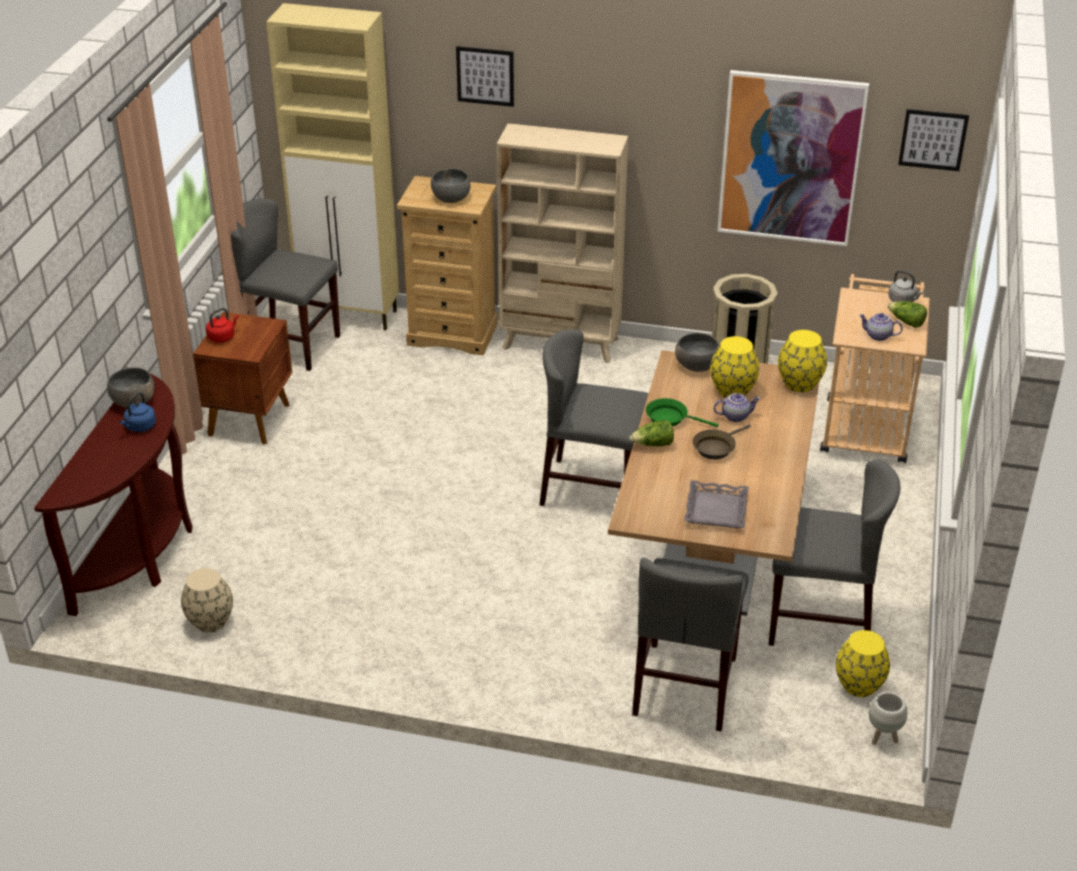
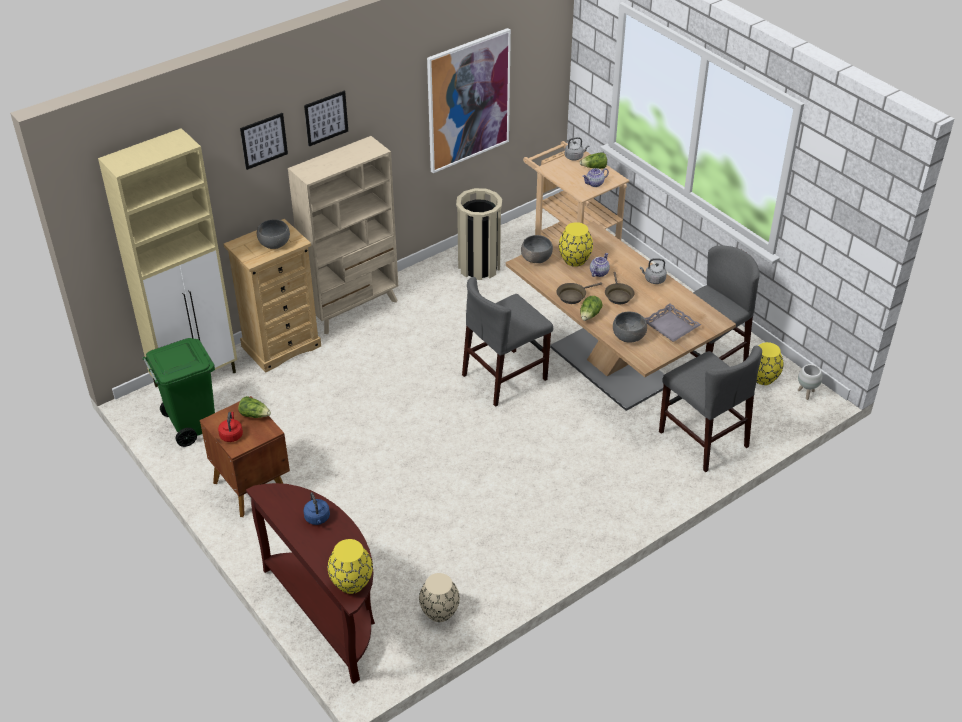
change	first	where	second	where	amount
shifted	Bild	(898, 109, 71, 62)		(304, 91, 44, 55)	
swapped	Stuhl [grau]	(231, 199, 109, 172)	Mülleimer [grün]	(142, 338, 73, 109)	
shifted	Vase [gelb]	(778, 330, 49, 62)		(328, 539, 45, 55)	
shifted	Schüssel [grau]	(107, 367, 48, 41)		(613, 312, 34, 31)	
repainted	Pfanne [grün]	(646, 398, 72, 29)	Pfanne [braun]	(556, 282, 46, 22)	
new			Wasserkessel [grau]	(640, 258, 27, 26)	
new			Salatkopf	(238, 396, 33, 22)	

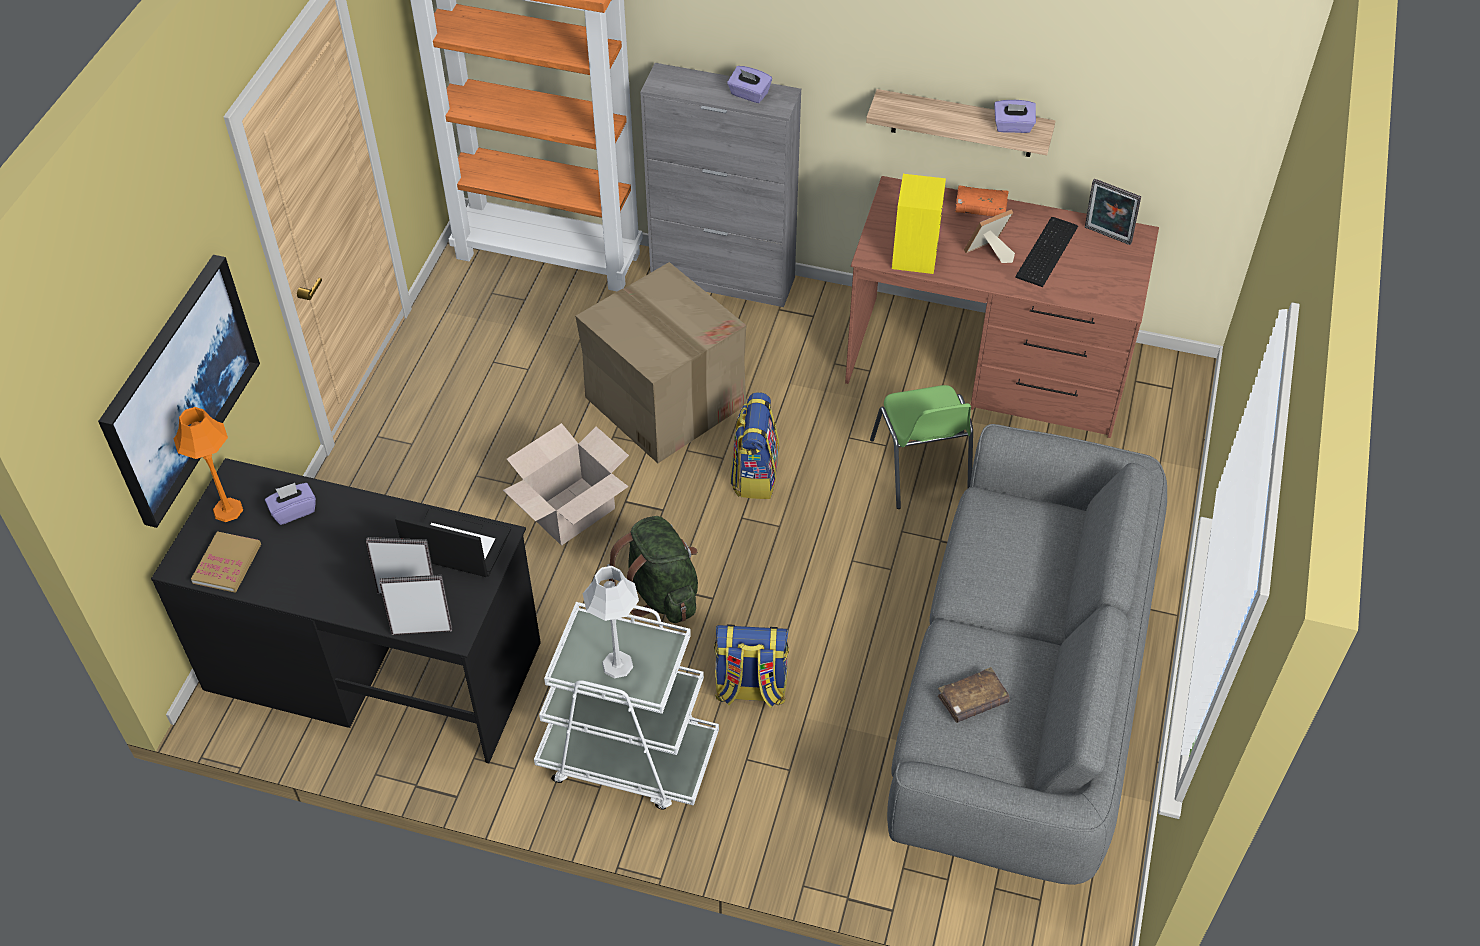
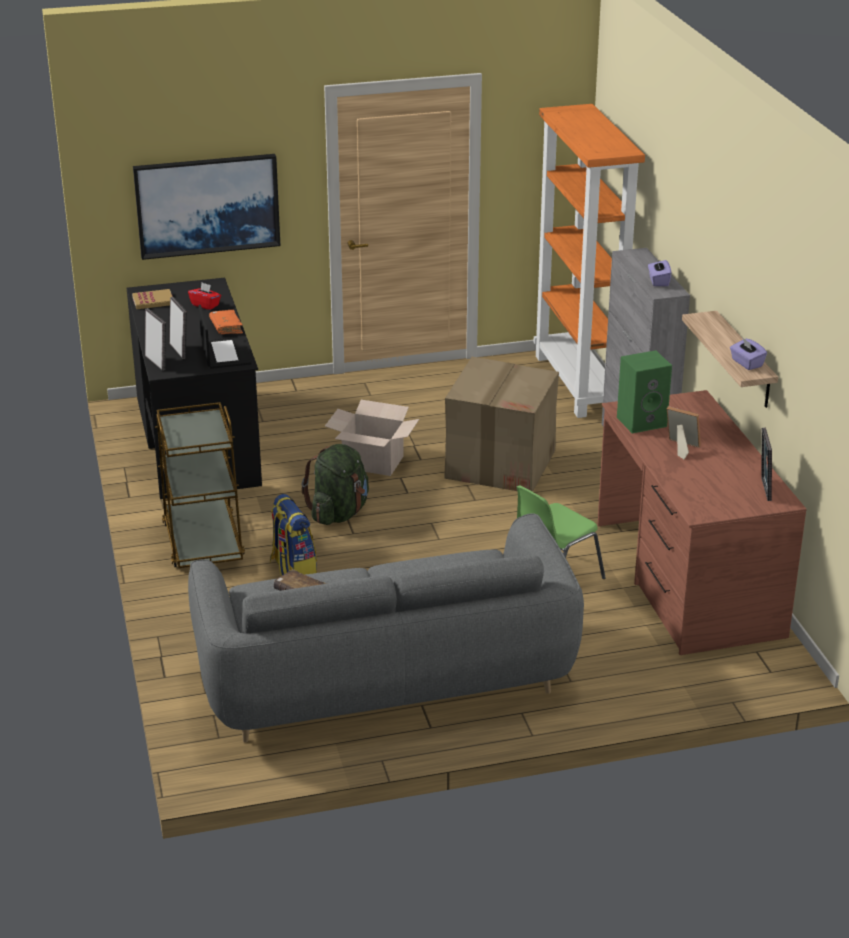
change	first	where	second	where	amount
repainted	Lautsprecher [gelb]	(892, 174, 54, 100)	Lautsprecher [grün]	(617, 350, 55, 83)	
shifted	Buch [orange]	(955, 185, 54, 31)		(209, 310, 34, 24)	
gone	Tastatur	(1015, 217, 63, 70)			
gone	Rucksack	(730, 392, 49, 107)			
gone	Tischlampe [orange]	(173, 407, 70, 115)			
repainted	Taschentuchbox [lila]	(265, 483, 51, 42)	Taschentuchbox [rot]	(188, 283, 33, 27)	
gone	Tischlampe [grau]	(583, 566, 56, 112)			
repainted	Rollwagen [weiß]	(534, 602, 185, 208)	Rollwagen [braun]	(155, 402, 90, 166)	

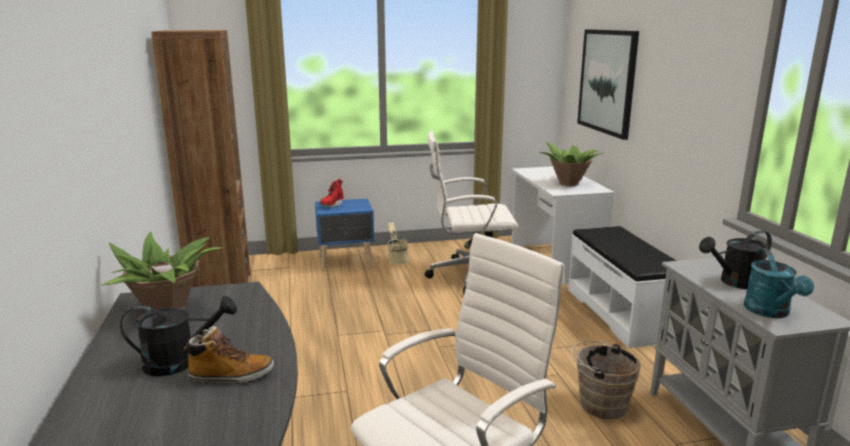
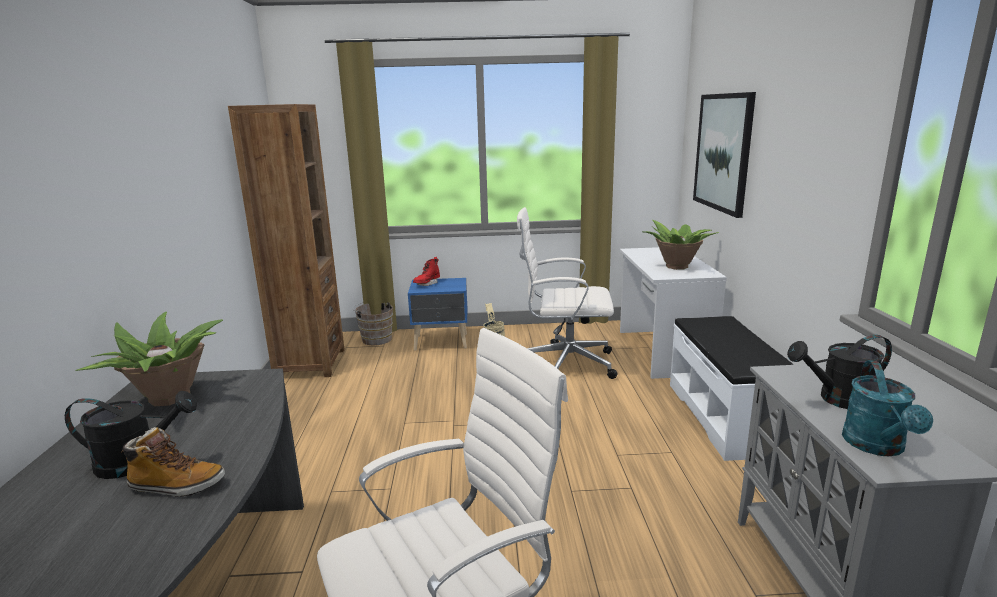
change	first	where	second	where	amount
shifted	Eimer [braun]	(571, 341, 70, 78)		(352, 302, 41, 43)	

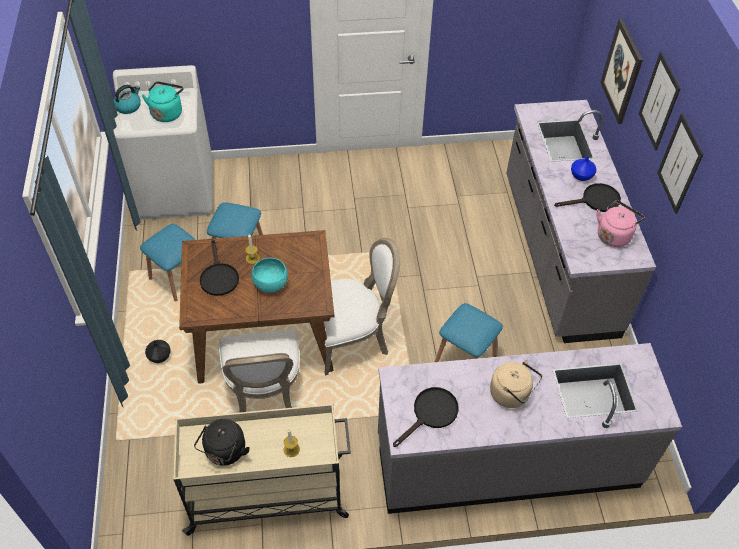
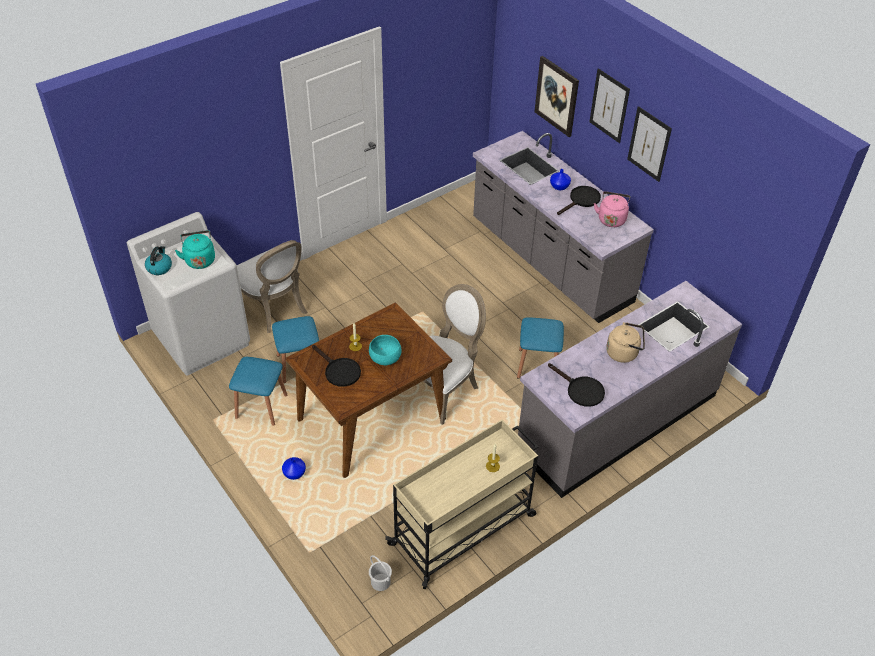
change	first	where	second	where	amount
shifted	Stuhl [weiß]	(219, 329, 80, 83)		(237, 240, 70, 93)	
repainted	Vase [schwarz]	(145, 340, 26, 23)	Vase [blau]	(282, 457, 24, 23)	
rotated	Pfanne [schwarz]	(393, 387, 66, 60)		(548, 363, 57, 44)	120 degrees clockwise
gone	Wasserkessel [schwarz]	(194, 419, 56, 47)			
new			Eimer [weiß]	(369, 555, 23, 36)	

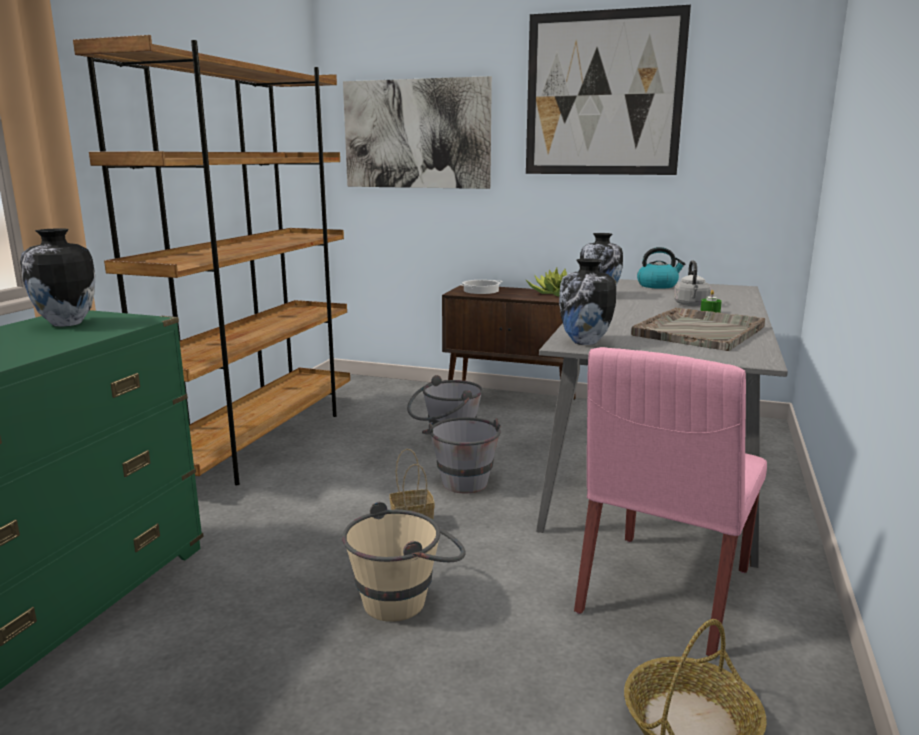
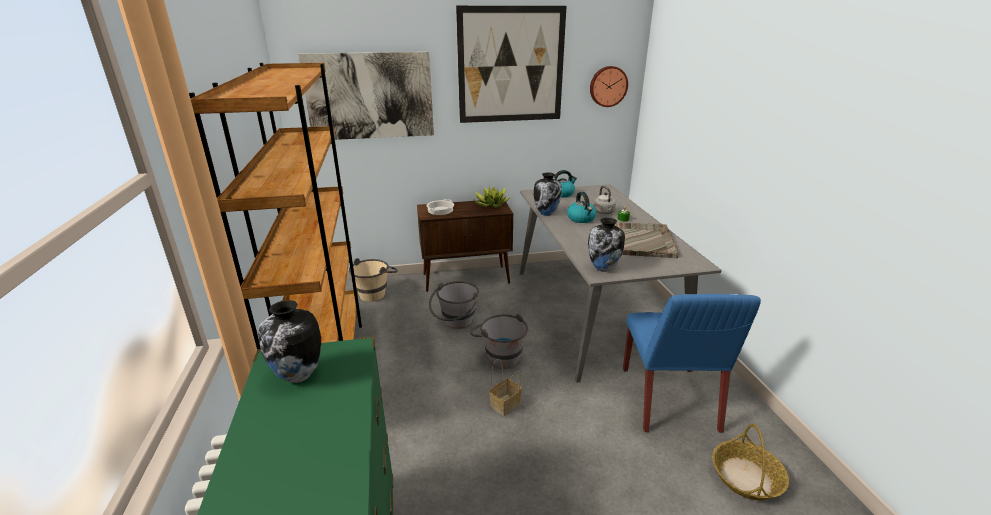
change	first	where	second	where	amount
repainted	Stuhl [rosa]	(574, 347, 193, 309)	Stuhl [blau]	(623, 294, 138, 139)	
shifted	Eimer [beige]	(342, 502, 123, 120)		(349, 258, 49, 44)	
new			Wanduhr	(590, 66, 38, 41)	
new			Wasserkessel	(567, 192, 30, 31)	

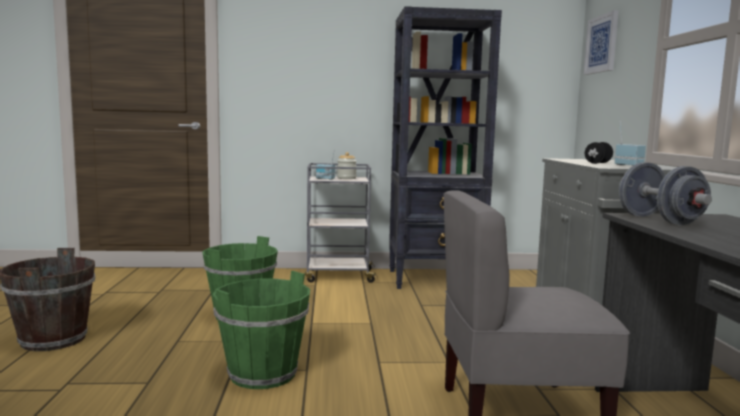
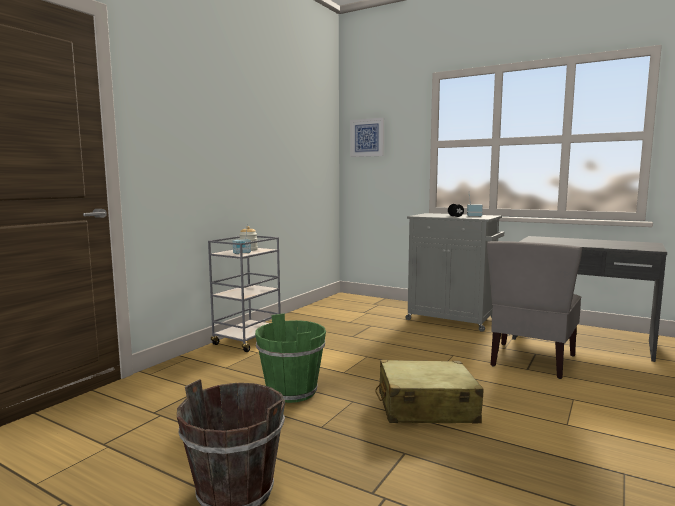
change	first	where	second	where	amount
gone	Bücherregal [schwarz]	(389, 6, 113, 283)			
gone	Hantel [grau]	(619, 162, 93, 63)			
swapped	Eimer [grün]	(212, 271, 98, 118)	Koffer [beige]	(375, 360, 108, 63)	

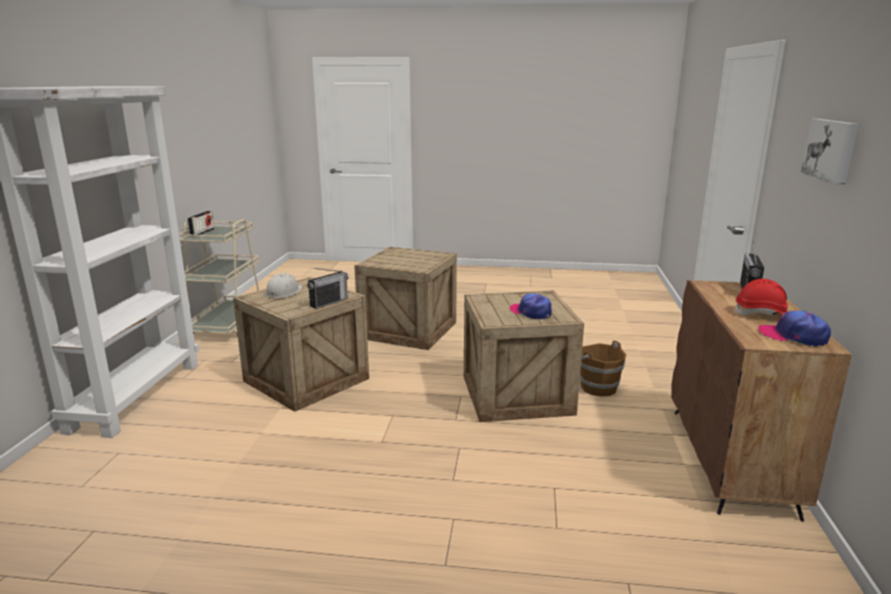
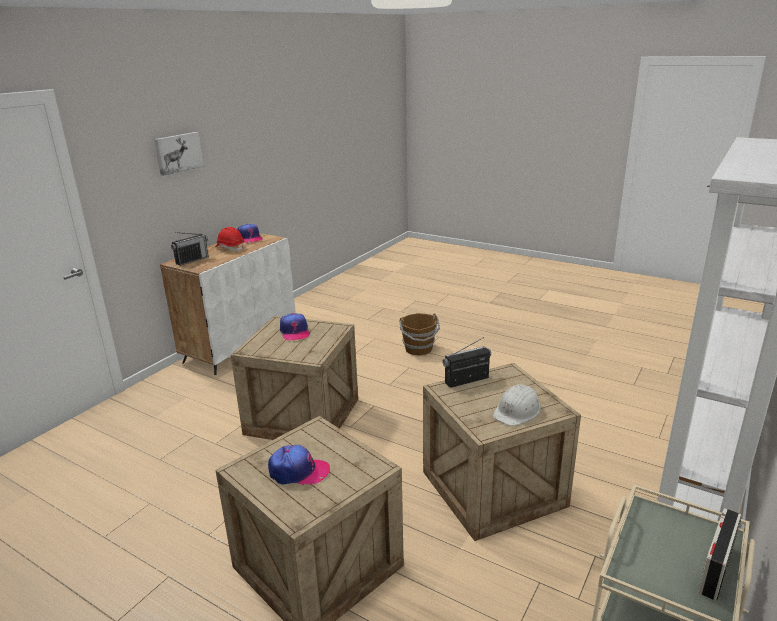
change	first	where	second	where	amount
repainted	Schrank [braun]	(671, 280, 181, 242)	Schrank [weiß]	(160, 233, 135, 142)	
shifted	Eimer [braun]	(580, 341, 47, 56)		(399, 313, 41, 42)	
new			Kappe	(268, 445, 62, 40)	

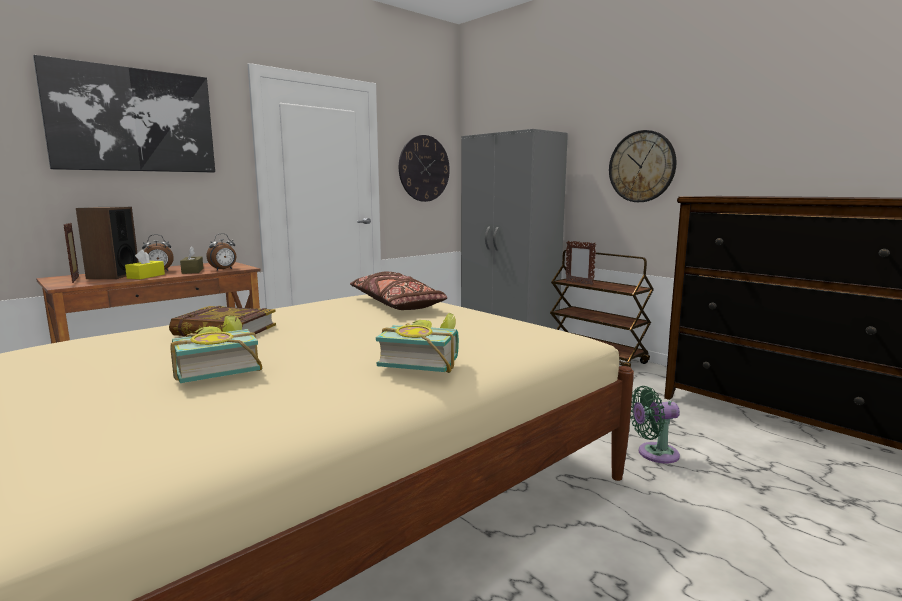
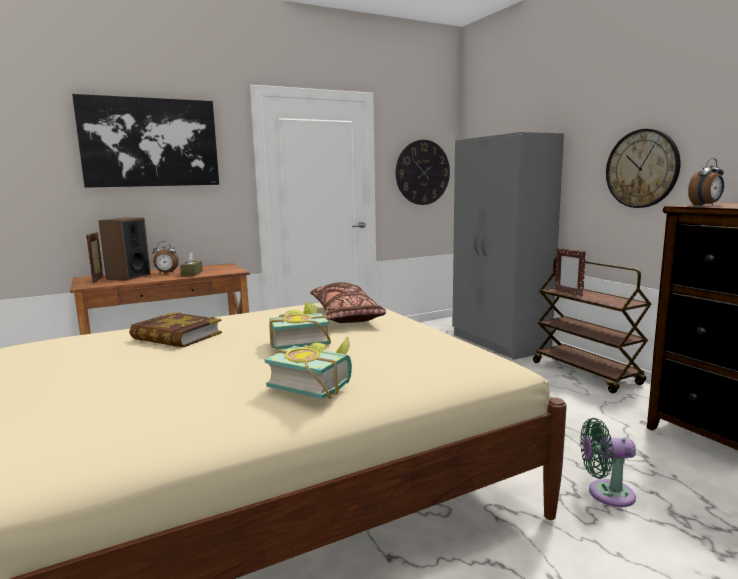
change	first	where	second	where	amount
shifted	Wecker	(207, 233, 29, 37)		(688, 158, 36, 48)	
gone	Taschentuchbox [gelb]	(125, 250, 40, 29)			
shifted	Buch	(170, 315, 92, 68)		(269, 302, 62, 48)	

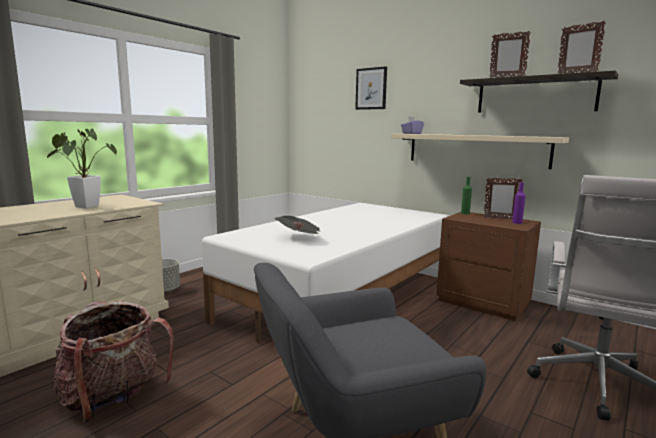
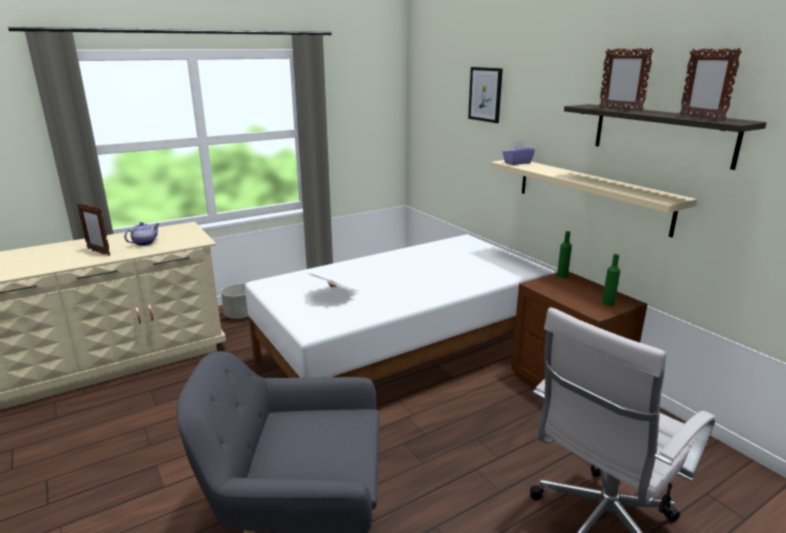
change	first	where	second	where	amount
swapped	Topfpflanze	(46, 129, 71, 79)	Teekanne	(124, 222, 35, 24)	
shifted	Bilderrahmen	(484, 178, 39, 41)		(77, 203, 33, 53)	
repainted	Flasche [lila]	(512, 182, 13, 42)	Flasche [grün]	(602, 254, 18, 52)	
gone	Rucksack	(54, 300, 120, 123)			

